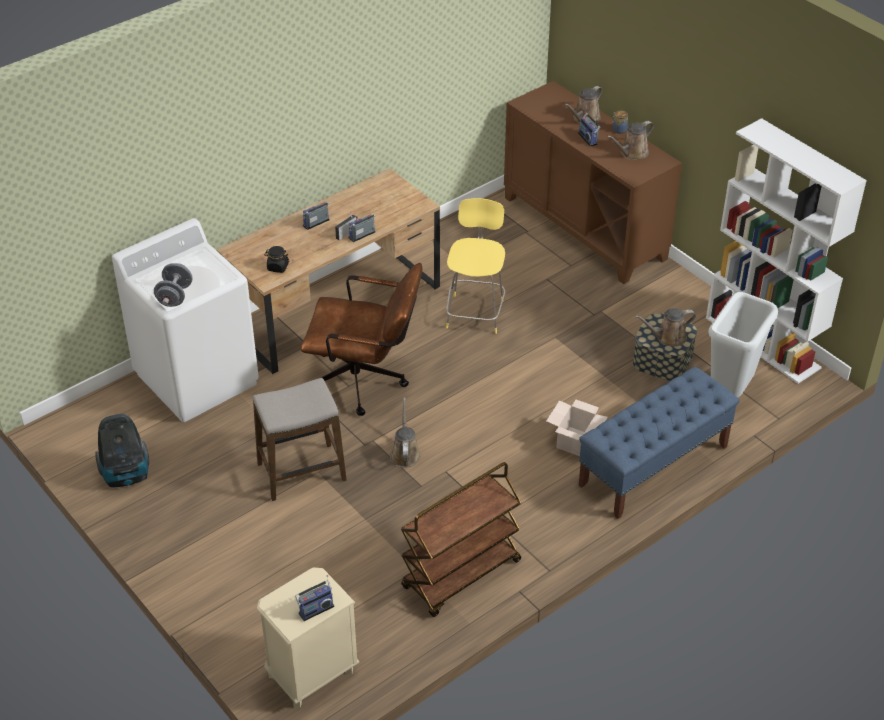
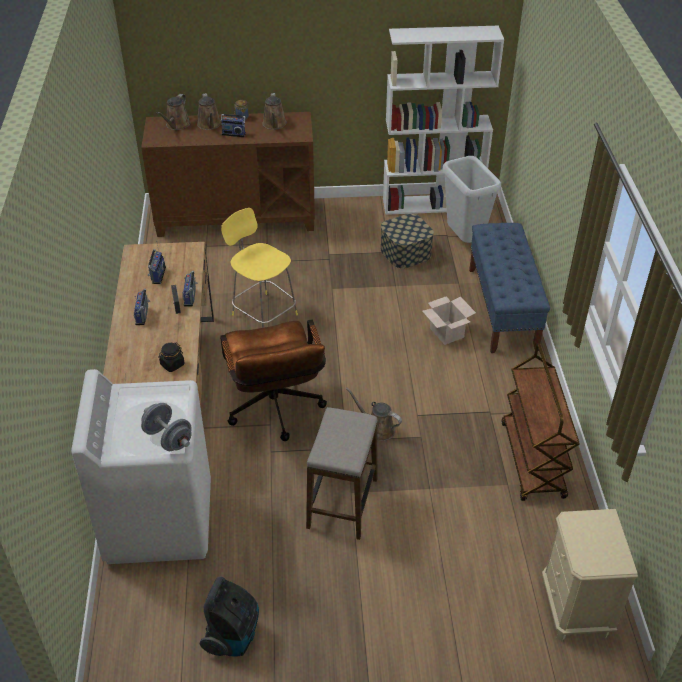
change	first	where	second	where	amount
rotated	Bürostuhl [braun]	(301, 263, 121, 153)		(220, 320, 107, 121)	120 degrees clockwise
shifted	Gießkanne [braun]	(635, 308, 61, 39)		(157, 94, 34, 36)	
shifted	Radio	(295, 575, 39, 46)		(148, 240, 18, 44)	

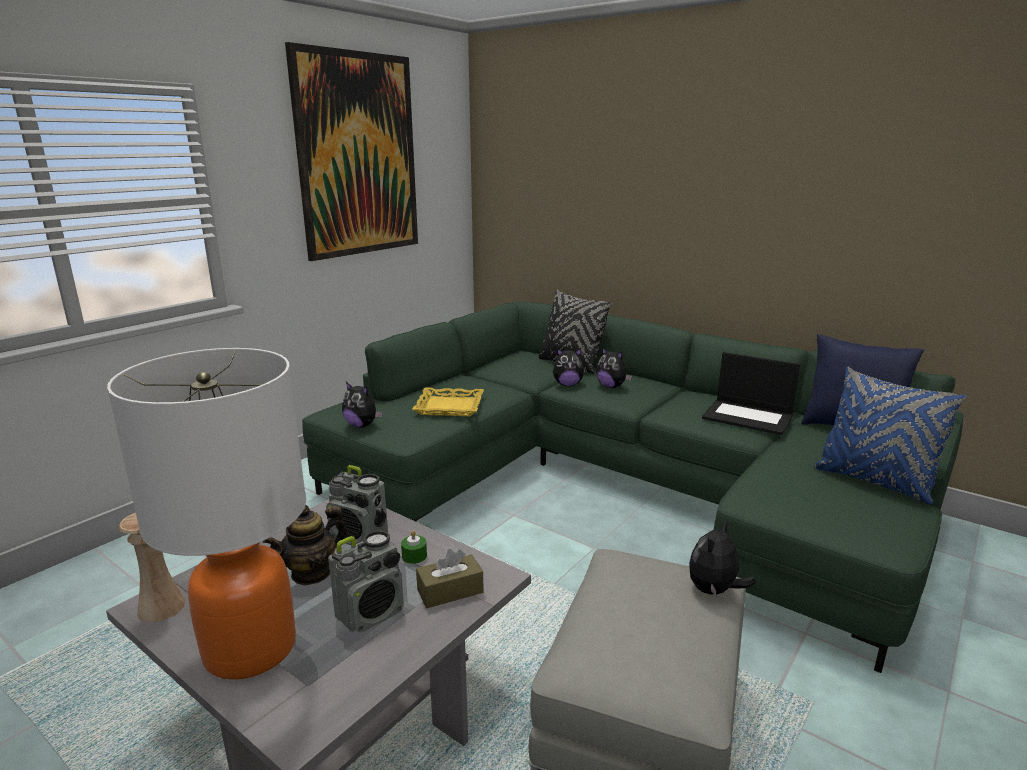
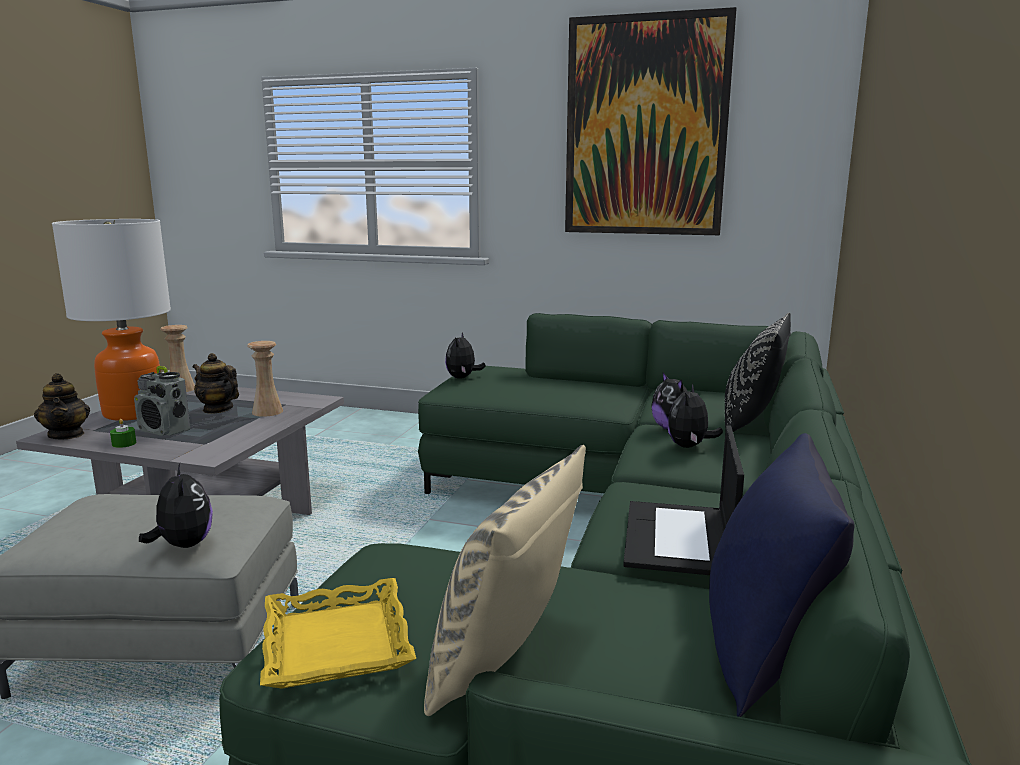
change	first	where	second	where	amount
repainted	Kissen [blau]	(814, 367, 153, 138)	Kissen [beige]	(424, 445, 162, 271)	
shifted	Tablett [gelb]	(412, 388, 72, 28)		(260, 578, 156, 111)	
swapped	Radio	(326, 465, 62, 80)	Vase [beige]	(247, 341, 36, 76)	
rotated	Plüschtier	(689, 520, 67, 77)		(139, 463, 74, 85)	45 degrees clockwise
shifted	Kerze [grün]	(401, 530, 26, 34)		(110, 419, 26, 29)	
gone	Taschentuchbox [braun]	(416, 549, 68, 59)			
new			Teekanne	(34, 373, 56, 67)	

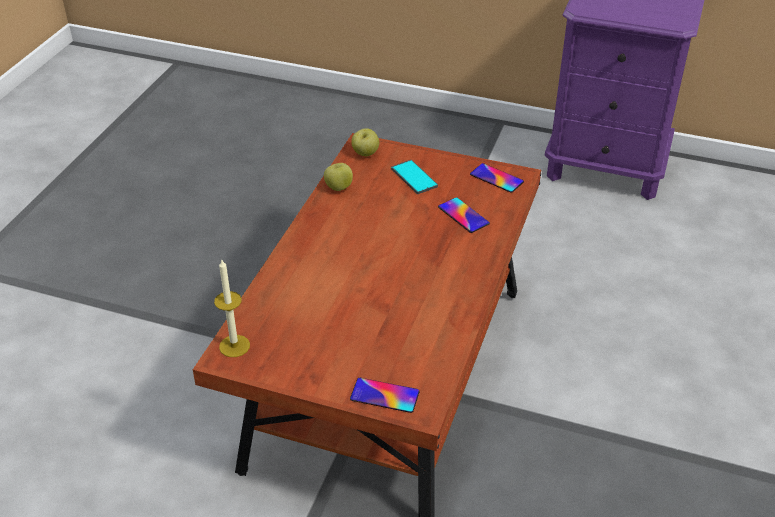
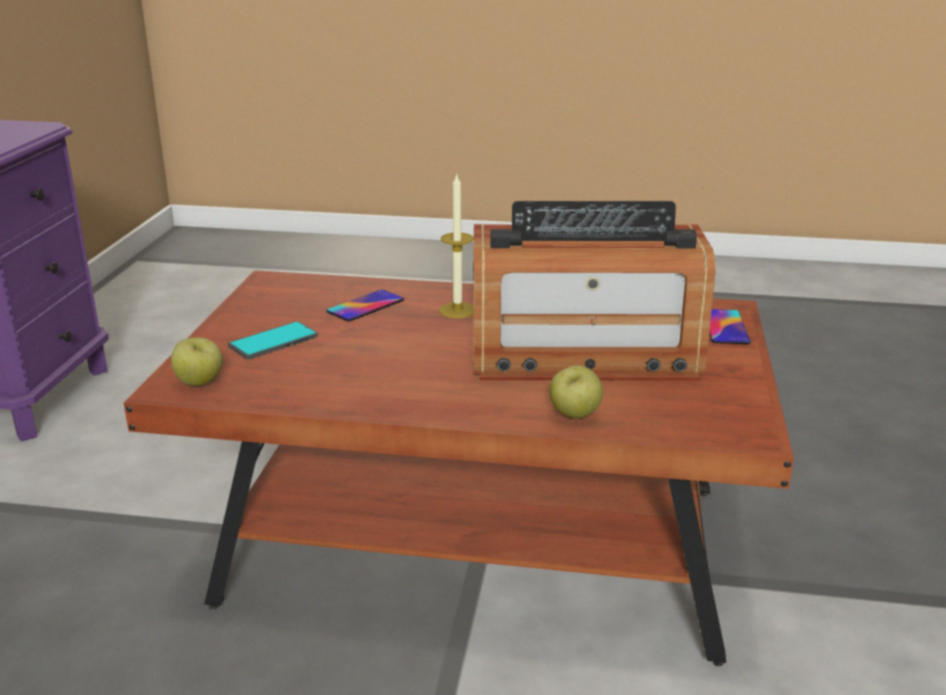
change	first	where	second	where	amount
shifted	Apfel	(324, 163, 29, 28)		(549, 366, 54, 53)	
gone	Handy	(470, 163, 54, 30)			
shifted	Kerze	(214, 260, 36, 97)		(439, 175, 35, 143)	
new			Radio	(473, 201, 243, 180)	

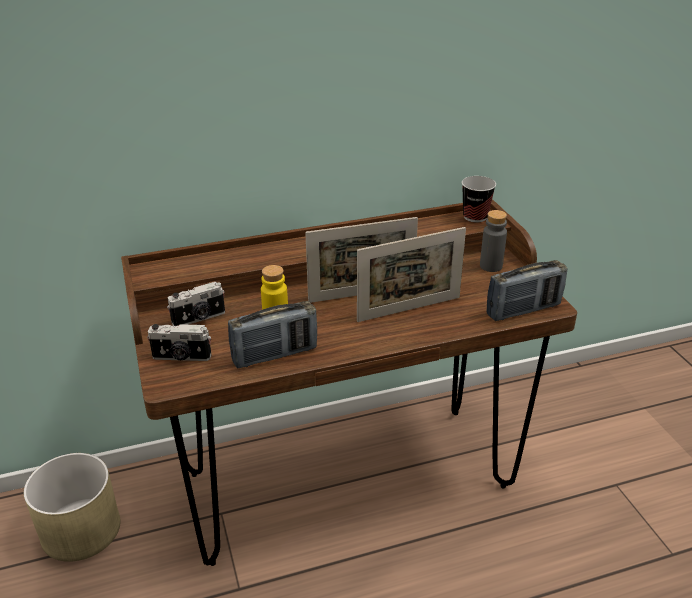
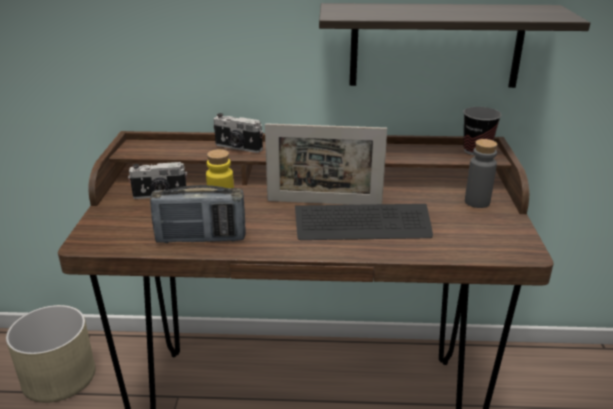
change	first	where	second	where	amount
swapped	Bilderrahmen	(357, 227, 109, 95)	Tastatur	(295, 204, 138, 36)	
gone	Radio	(487, 260, 81, 61)			
shifted	Kamera	(147, 324, 64, 37)		(213, 113, 50, 40)	
new			Wandregal	(319, 3, 271, 85)	

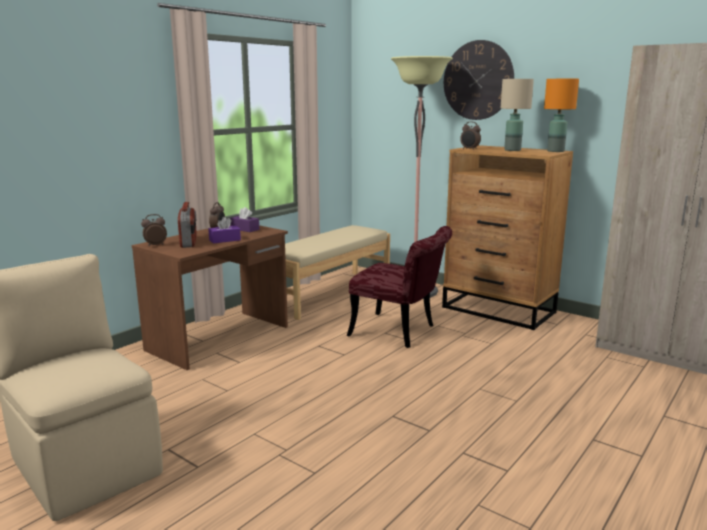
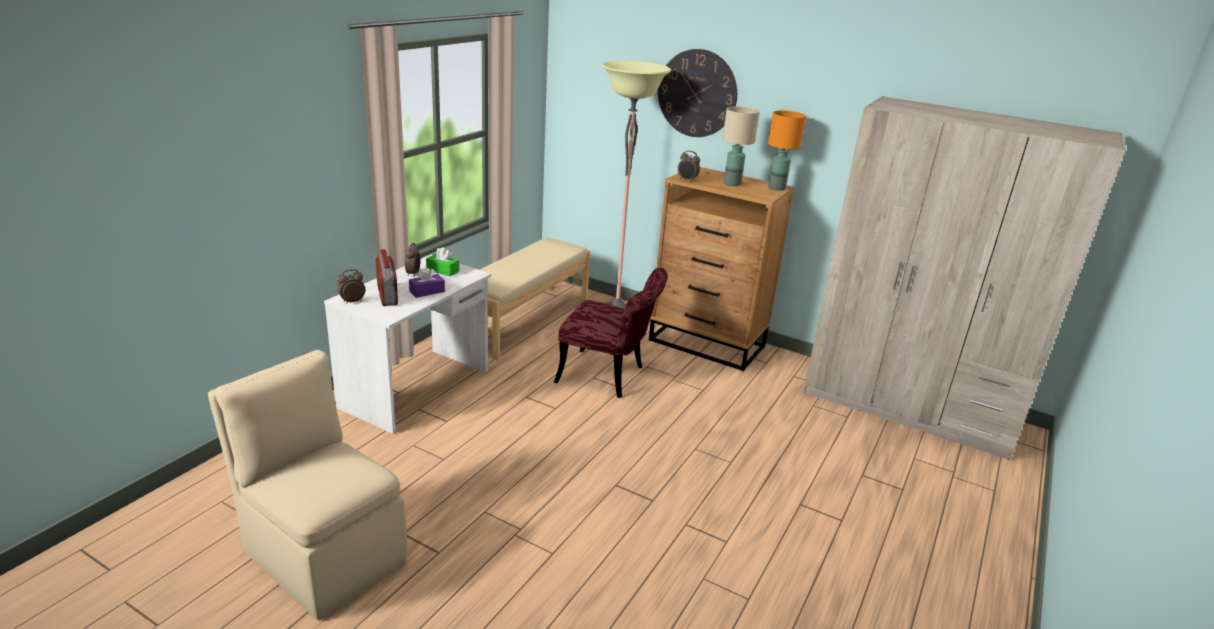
change	first	where	second	where	amount
repainted	Taschentuchbox [lila]	(230, 207, 29, 25)	Taschentuchbox [grün]	(426, 247, 33, 29)	
repainted	Schreibtisch [braun]	(132, 224, 156, 146)	Schreibtisch [weiß]	(324, 255, 167, 179)	

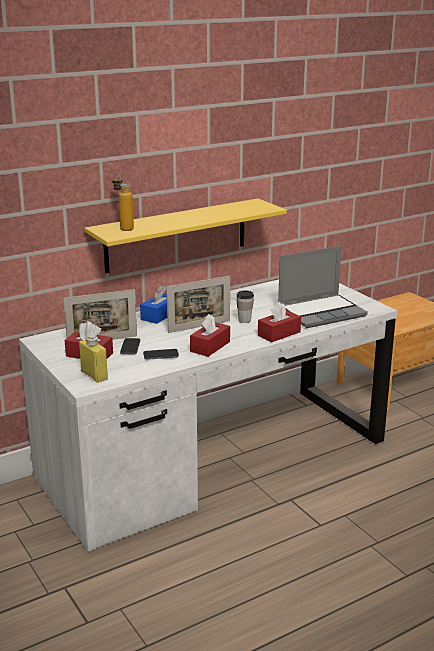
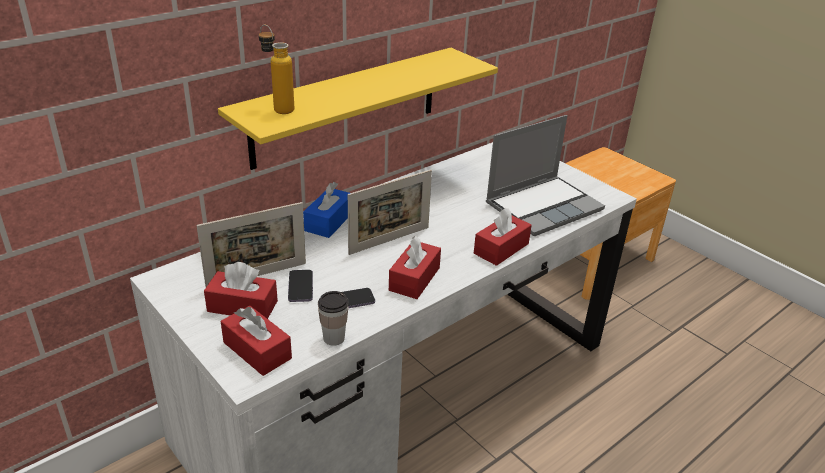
change	first	where	second	where	amount
shifted	Tasse	(236, 290, 18, 33)		(318, 291, 31, 55)	
swapped	Flasche [gelb]	(79, 335, 29, 48)	Taschentuchbox [rot]	(221, 305, 71, 71)	

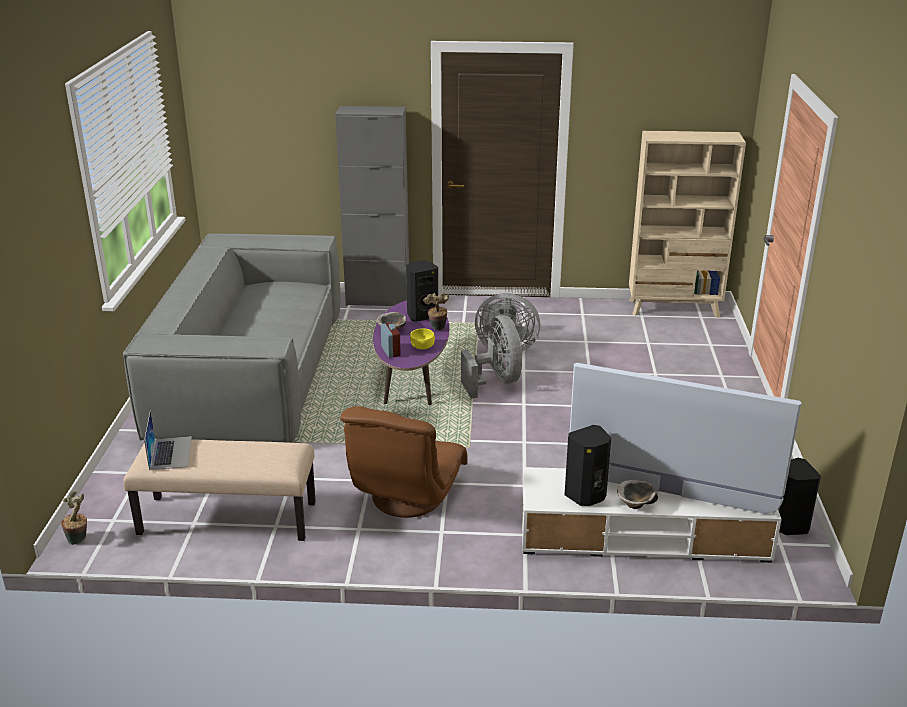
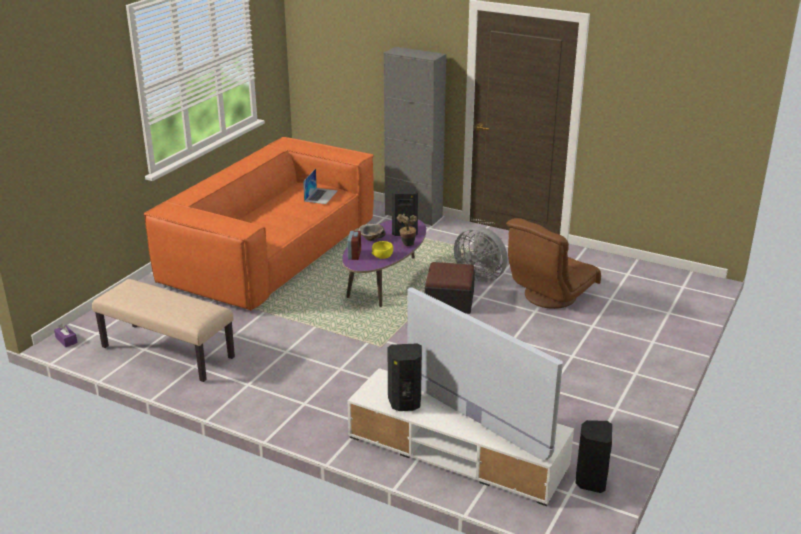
change	first	where	second	where	amount
gone	Bücherregal [beige]	(629, 131, 117, 187)			
repainted	Sofa [grau]	(123, 234, 217, 209)	Sofa [orange]	(144, 137, 230, 174)	
swapped	Ventilator [grau]	(461, 315, 62, 84)	Polsterhocker	(425, 262, 50, 52)	
shifted	Sessel [braun]	(340, 406, 128, 112)		(506, 218, 95, 91)	
shifted	Laptop	(144, 411, 48, 59)		(303, 169, 35, 35)	
gone	Schüssel	(617, 480, 41, 29)			
swapped	Topfpflanze	(61, 491, 26, 54)	Taschentuchbox [lila]	(54, 324, 24, 23)	

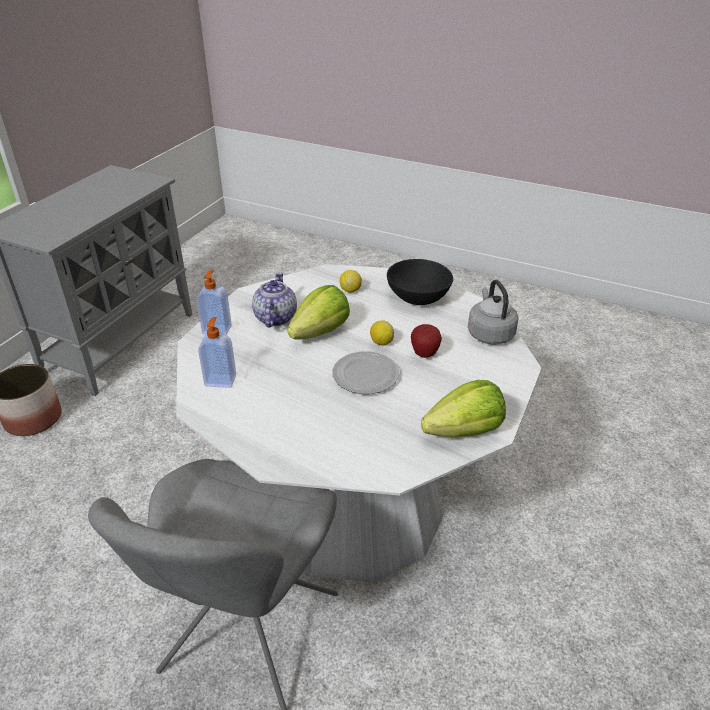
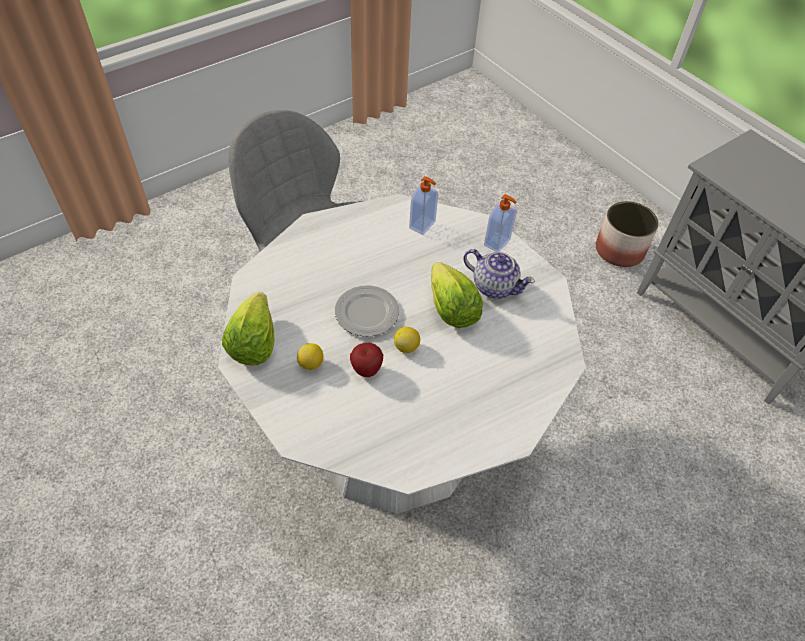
change	first	where	second	where	amount
gone	Schüssel [schwarz]	(387, 259, 66, 46)			
shifted	Zitrone	(340, 270, 22, 23)		(297, 343, 26, 27)	
gone	Wasserkessel [grau]	(468, 280, 50, 64)			

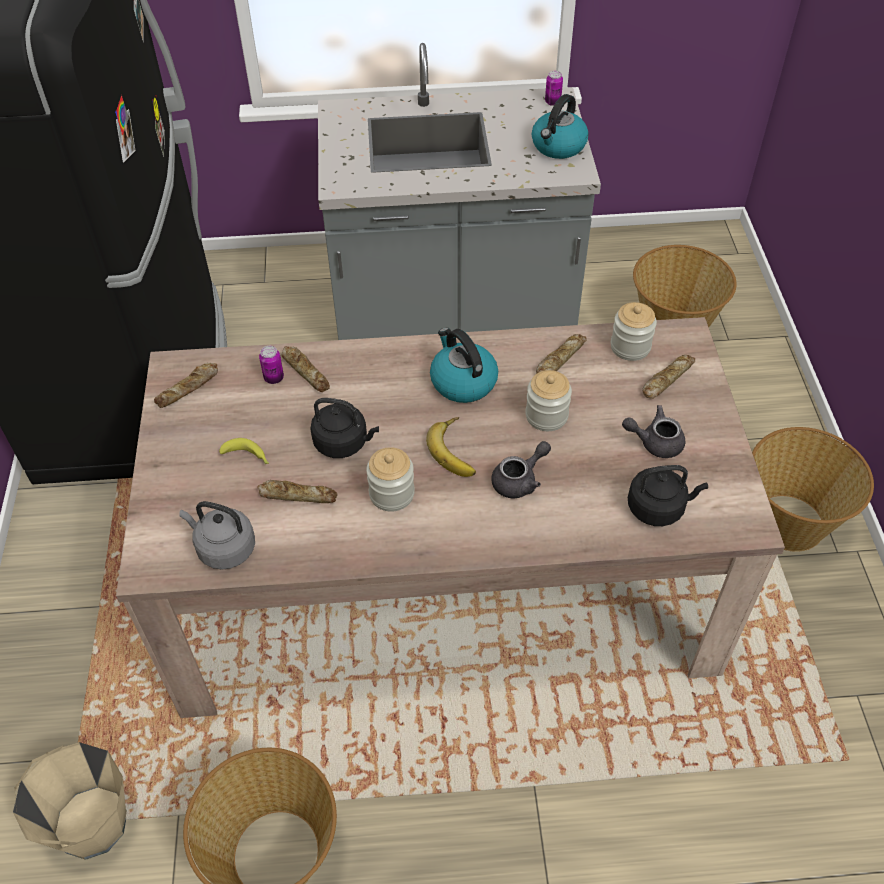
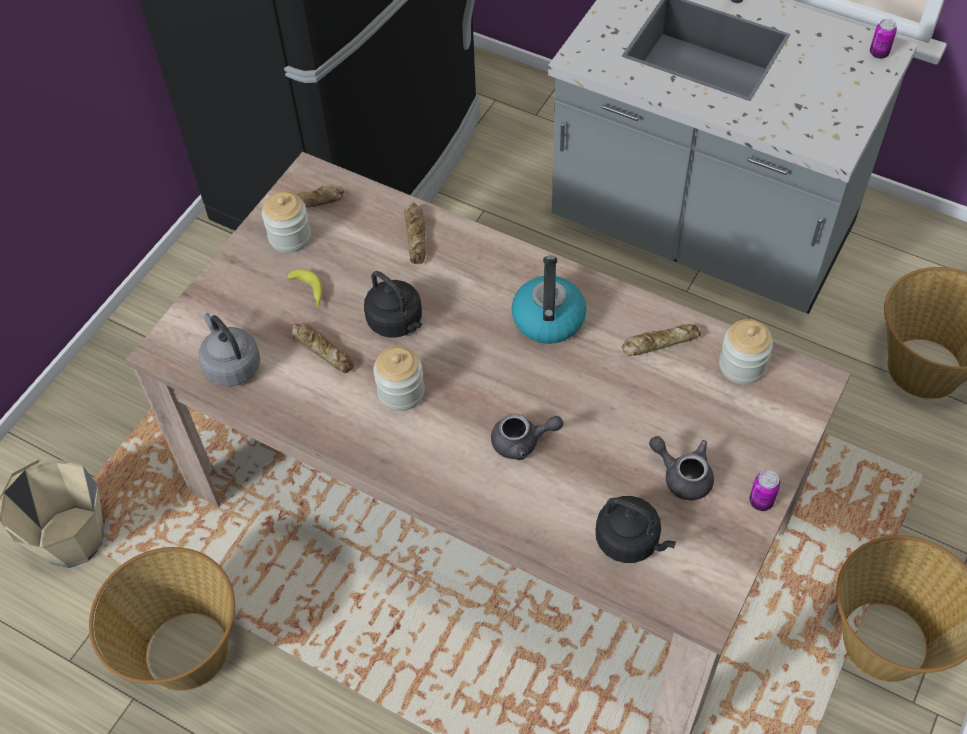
change	first	where	second	where	amount
gone	Wasserkessel	(532, 94, 57, 65)			
shifted	Dose	(259, 346, 25, 38)		(749, 470, 31, 41)	
gone	Brot	(642, 355, 53, 44)			
shifted	Vorratsglas	(525, 370, 47, 61)		(262, 191, 49, 62)	
gone	Banane	(426, 417, 50, 60)			

